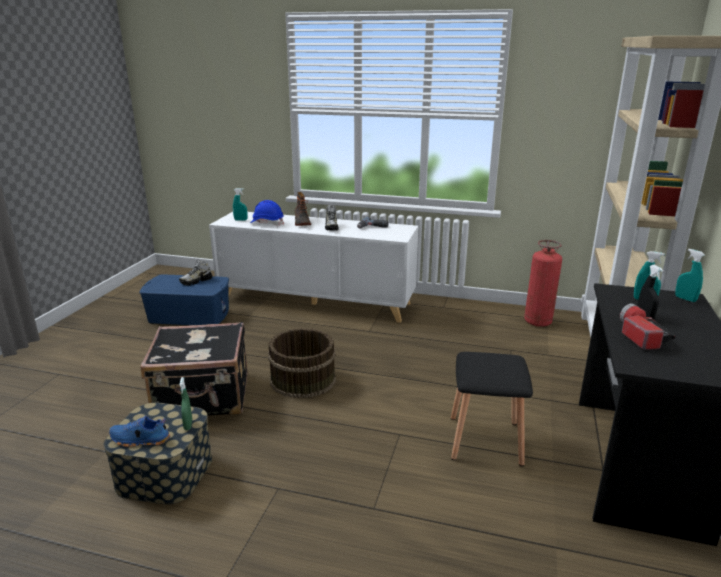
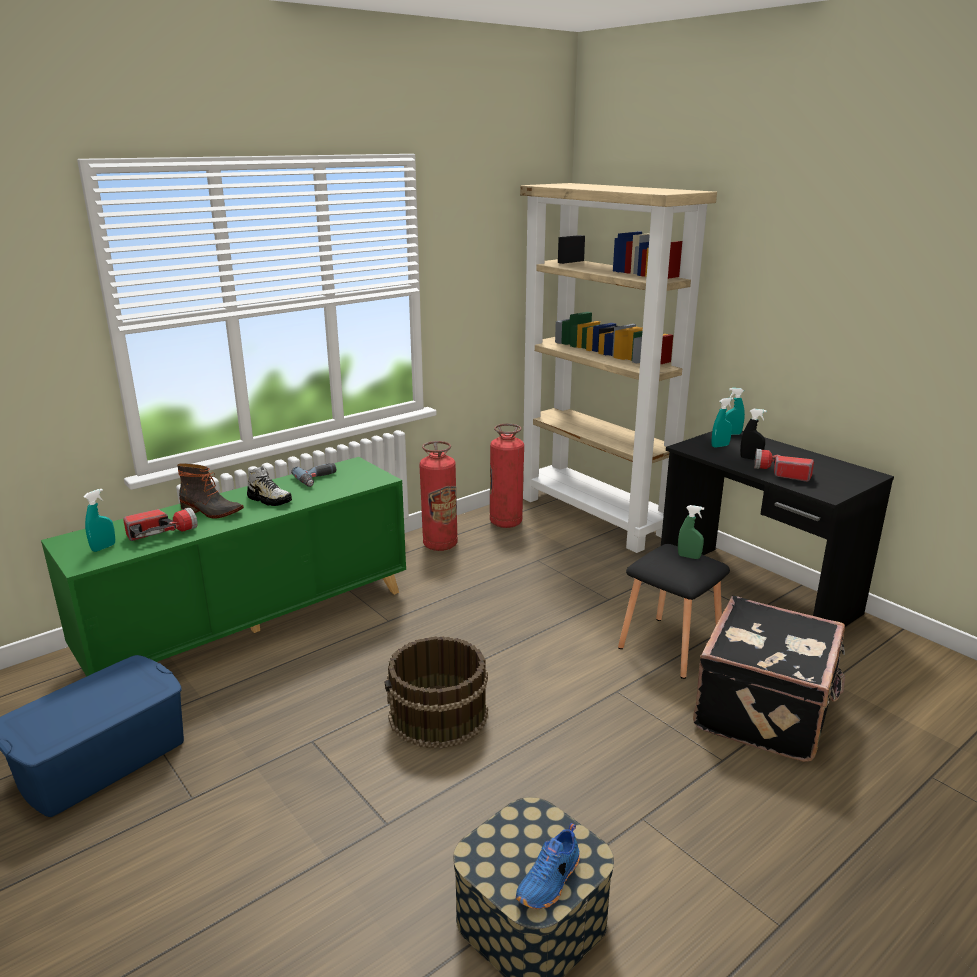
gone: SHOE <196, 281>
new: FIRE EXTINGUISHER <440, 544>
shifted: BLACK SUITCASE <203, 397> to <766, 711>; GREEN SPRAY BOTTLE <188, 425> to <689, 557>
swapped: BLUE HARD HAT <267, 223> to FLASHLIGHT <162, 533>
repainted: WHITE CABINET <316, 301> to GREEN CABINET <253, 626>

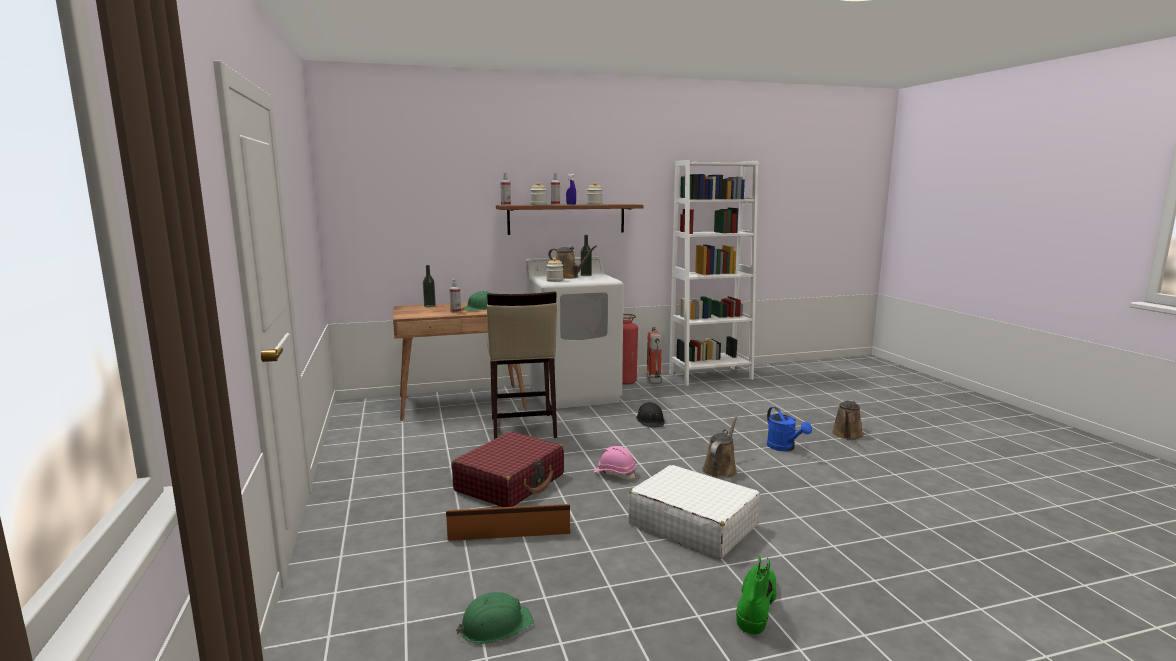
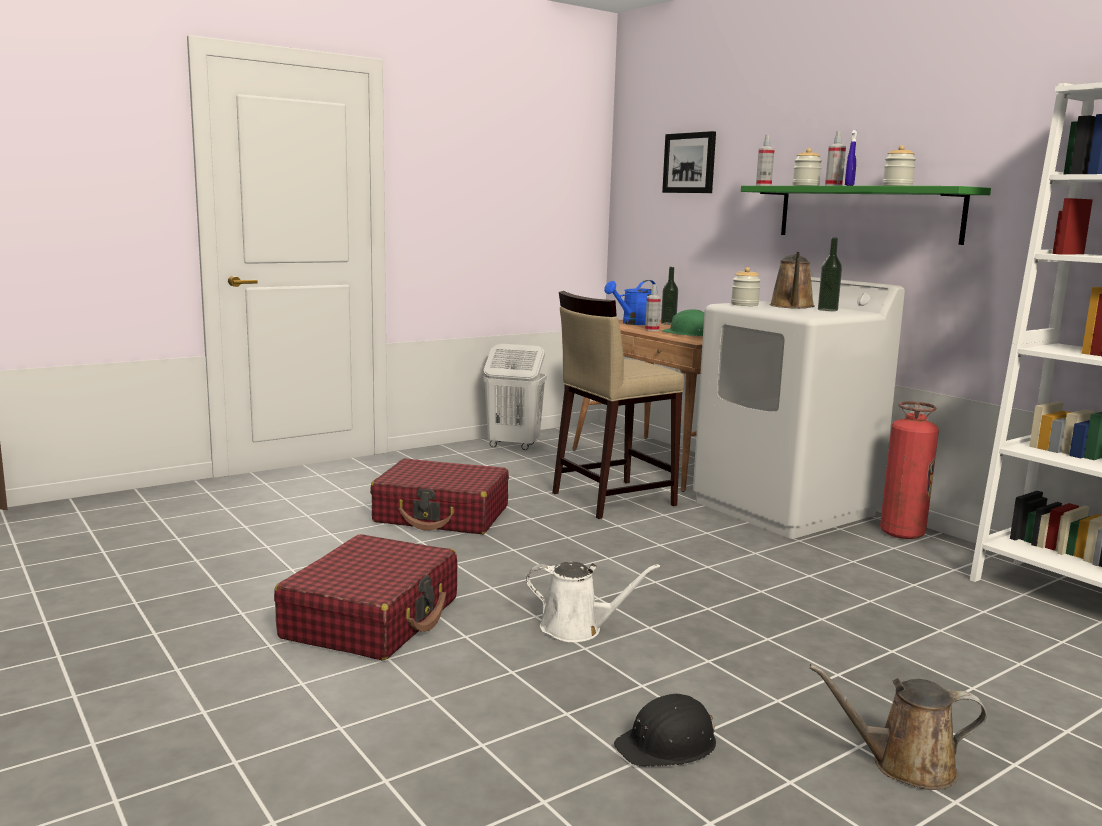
gone: BROWN STORAGE BOX <509, 529>; GREEN HARD HAT <495, 625>; PINK HARD HAT <614, 473>; FIRE EXTINGUISHER <654, 382>; GREEN BOOT <756, 603>
new: WHITE LAUNDRY BASKET <513, 445>; PICTURE <690, 163>
shifted: BLACK HARD HAT <650, 421> to <668, 744>; BLUE WATERING CAN <784, 448> to <633, 323>
repainted: BROWN SHELF <566, 219> to GREEN SHELF <867, 213>; WHITE SUITCASE <692, 525> to RED SUITCASE <372, 618>; BROWN WATERING CAN <720, 469> to WHITE WATERING CAN <577, 629>

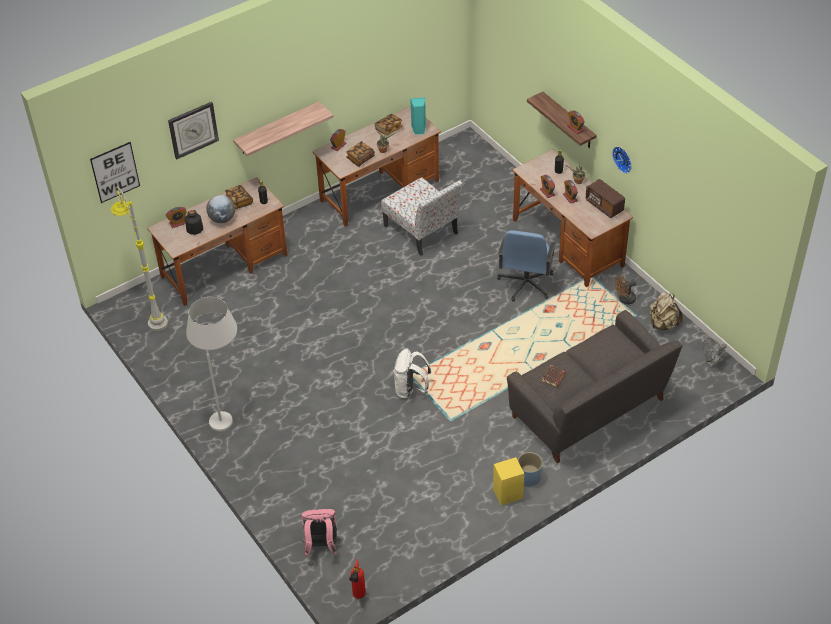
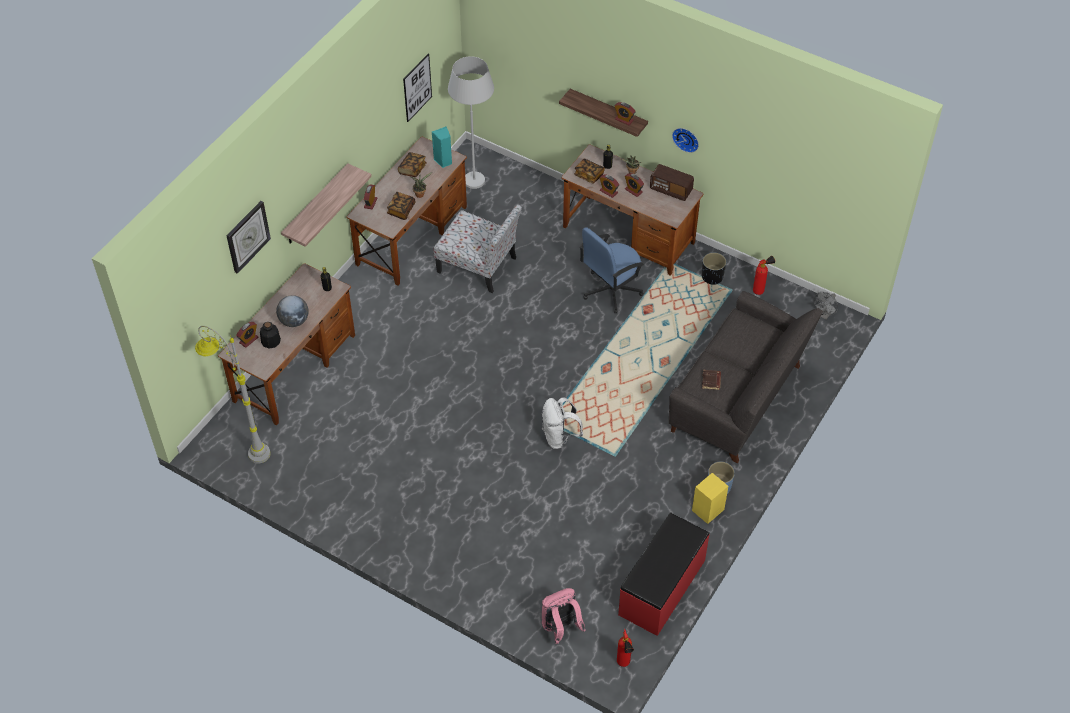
new: RED BENCH <662, 587>
shifted: PICTURE <115, 172> to <417, 87>; WHITE FLOOR LAMP <227, 412> to <474, 172>; BOOK <239, 201> to <589, 175>
swapped: BROWN FAN <624, 299> to BLACK PLANTER <712, 277>; BEIGE BACKPACK <663, 324> to FIRE EXTINGUISHER <760, 290>
rotated: BLUE OFFICE CHAIR <525, 283> = <610, 290> 60 degrees clockwise

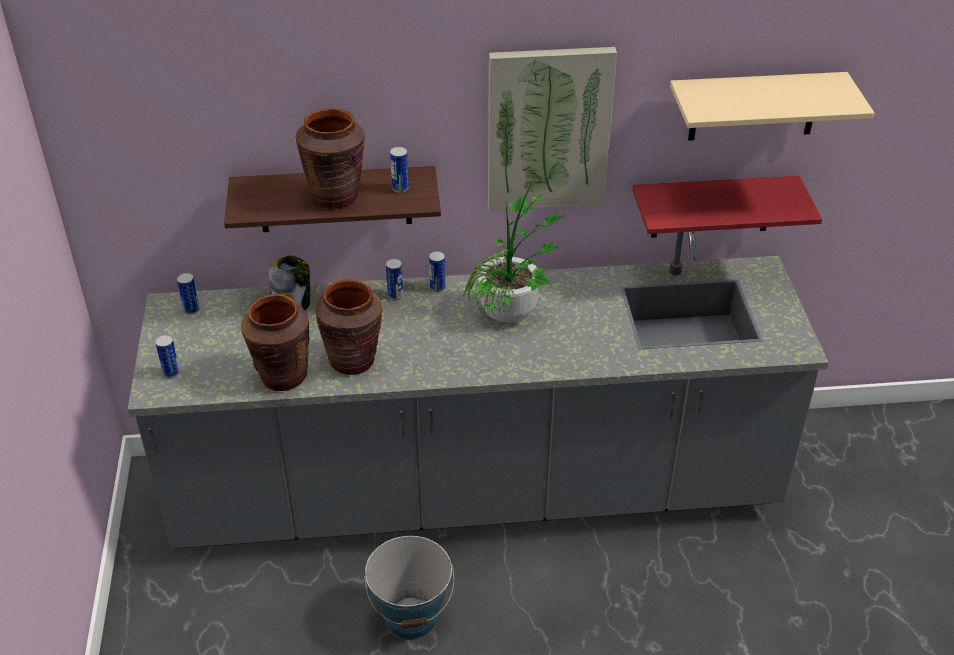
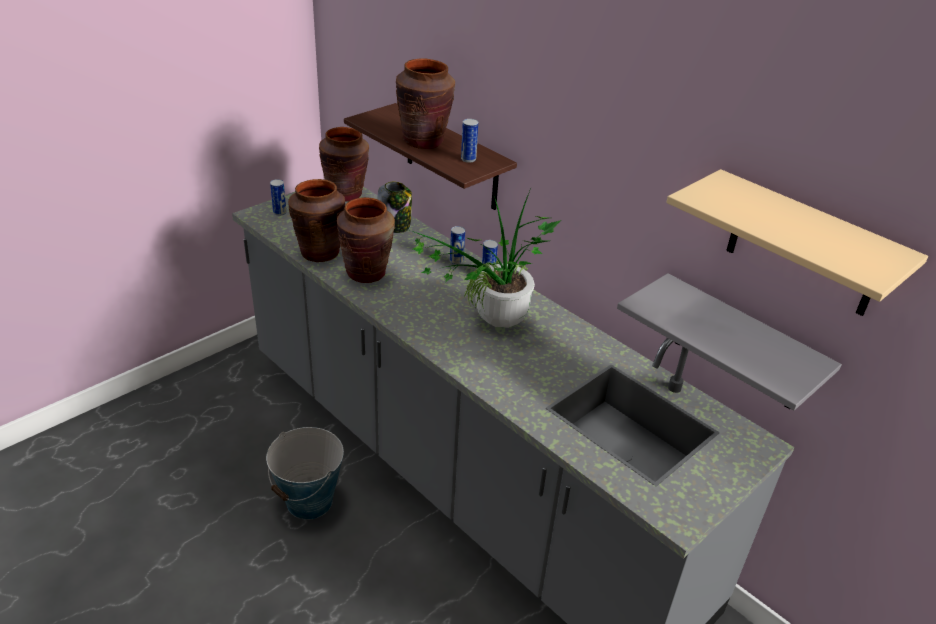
gone: PICTURE <548, 129>
swapped: CAN <191, 310> to BROWN VASE <345, 194>
repainted: RED SHELF <712, 206> to GREY SHELF <739, 345>

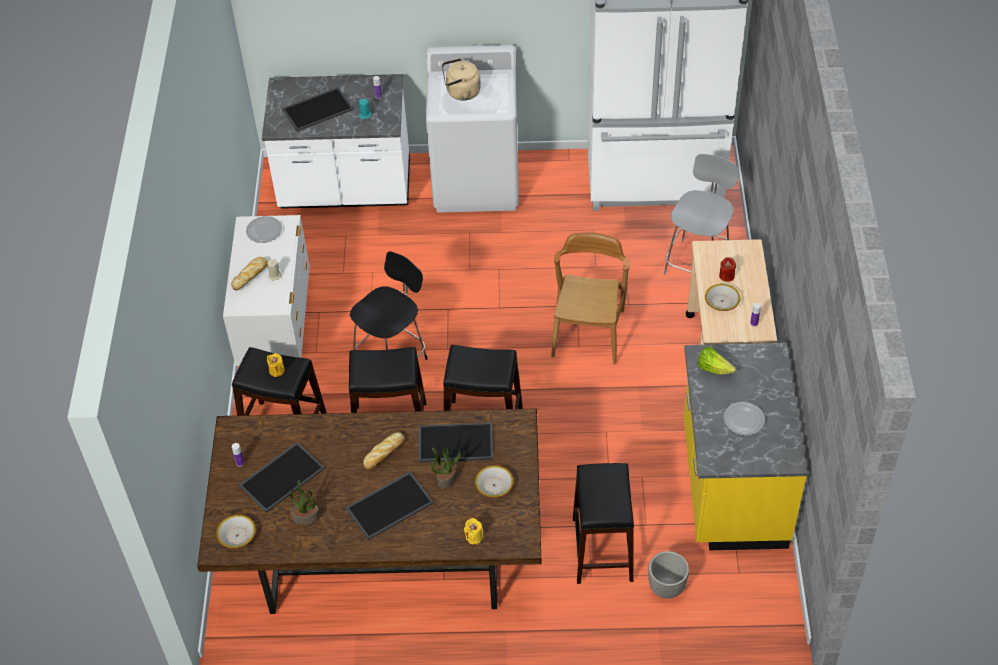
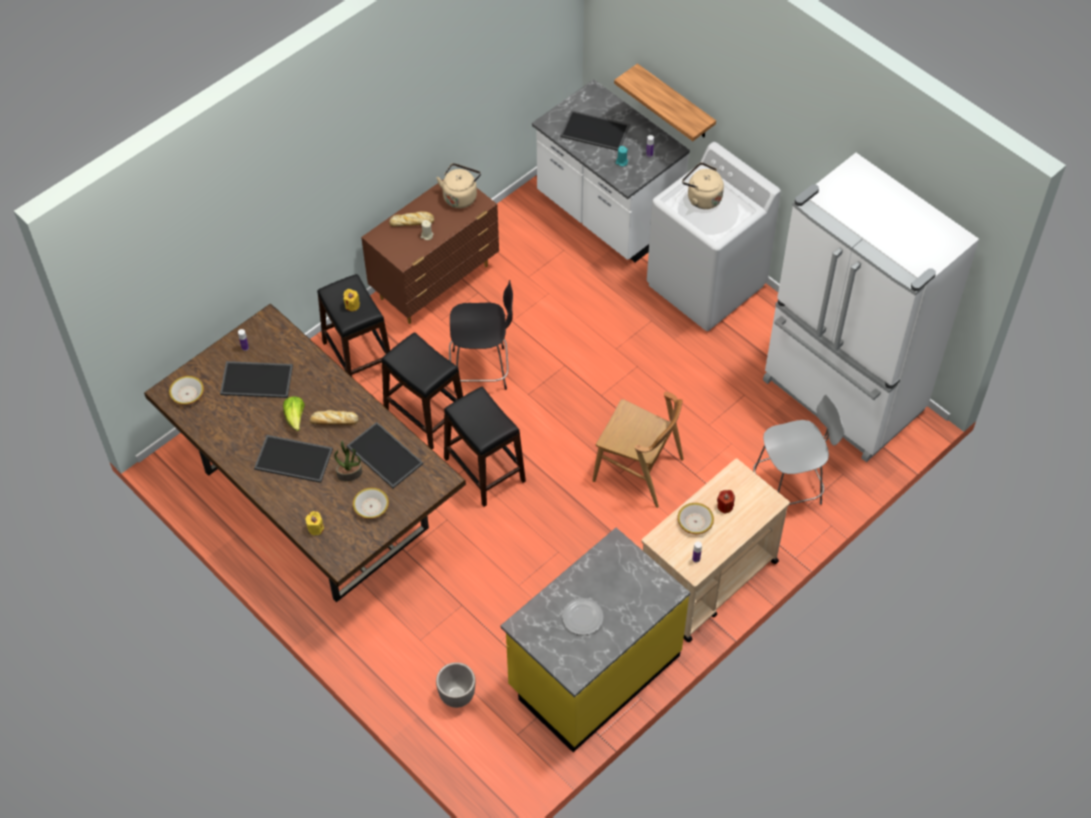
gone: POTTED PLANT <306, 517>; BLACK STOOL <603, 549>
new: SHELF <675, 103>
shifted: LETTUCE <713, 368> to <295, 418>
swapped: PLATE <264, 230> to BEIGE KETTLE <460, 196>
repainted: WHITE DRESSER <277, 330> to BROWN DRESSER <436, 282>
rotated: BROWN CHAIR <588, 333> = <638, 470> 60 degrees clockwise

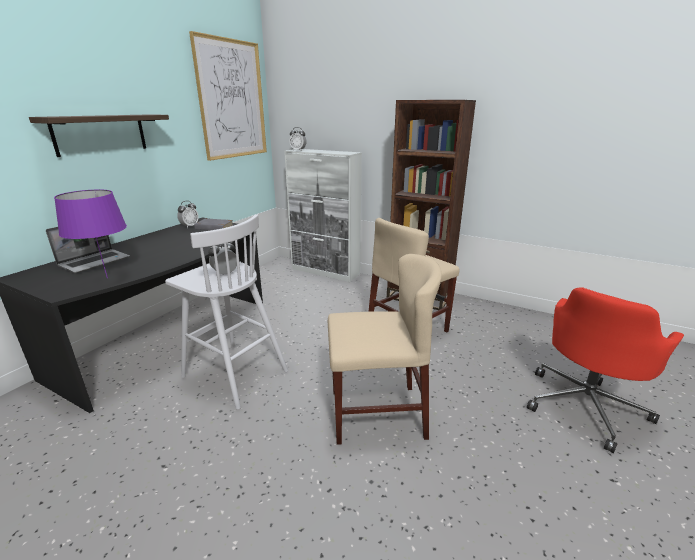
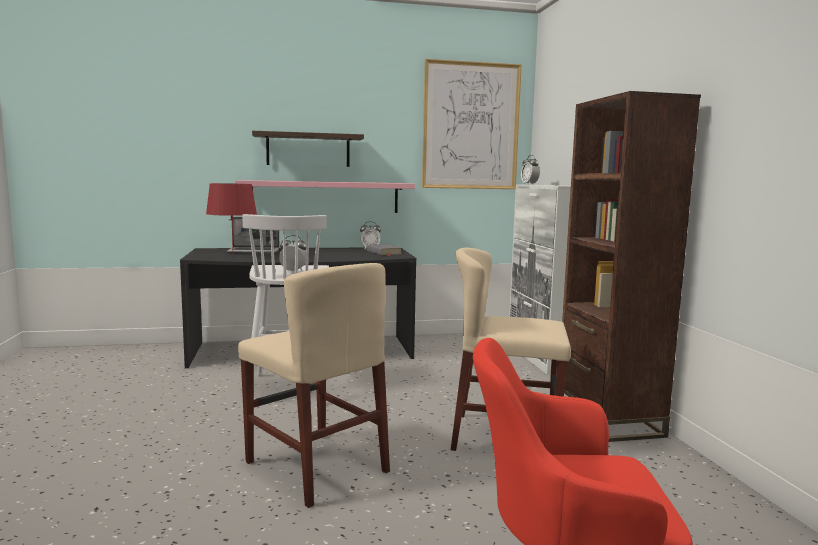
new: PINK SHELF <325, 197>
repainted: PURPLE TABLE LAMP <107, 278> to RED TABLE LAMP <233, 258>

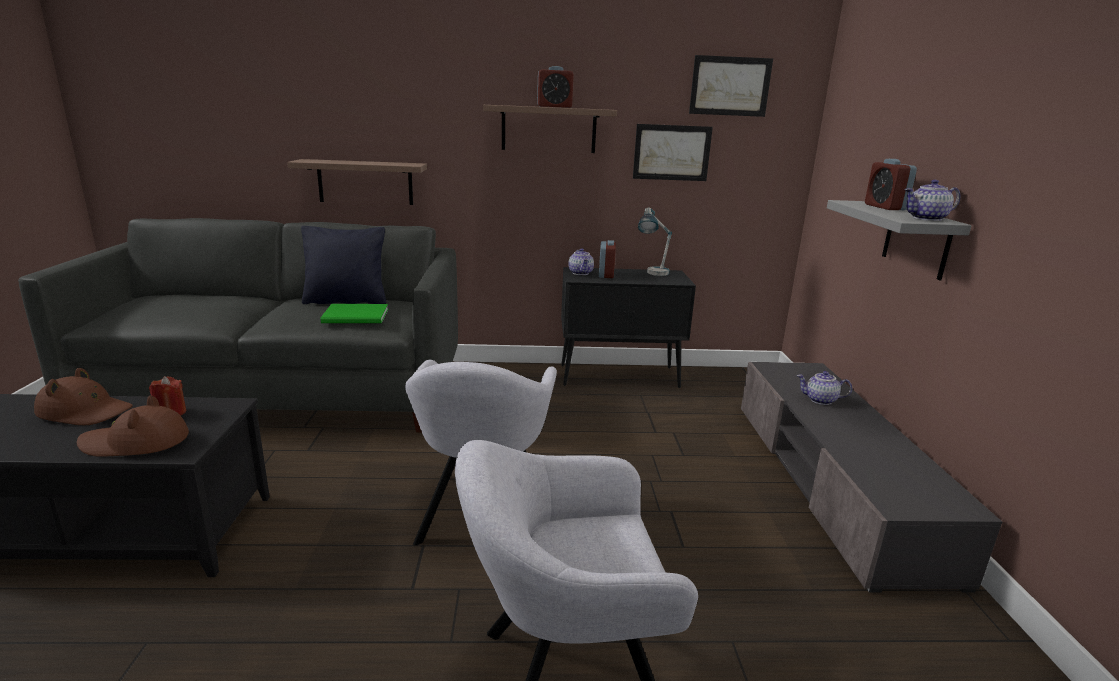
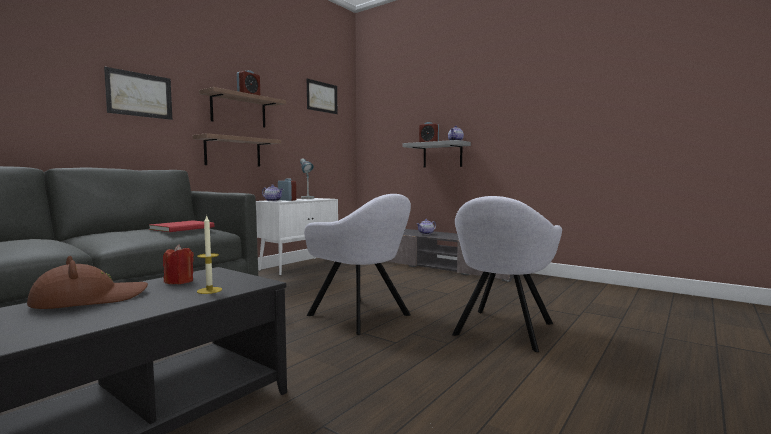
gone: BLACK PILLOW <346, 301>
shifted: SHELF <365, 182> to <233, 152>; PICTURE <671, 152> to <140, 94>
swapped: BROWN HAT <136, 442> to CANDLE <209, 290>
repainted: GREEN BOOK <357, 316> to RED BOOK <184, 228>; BLACK CABINET <620, 376> to WHITE CABINET <299, 266>

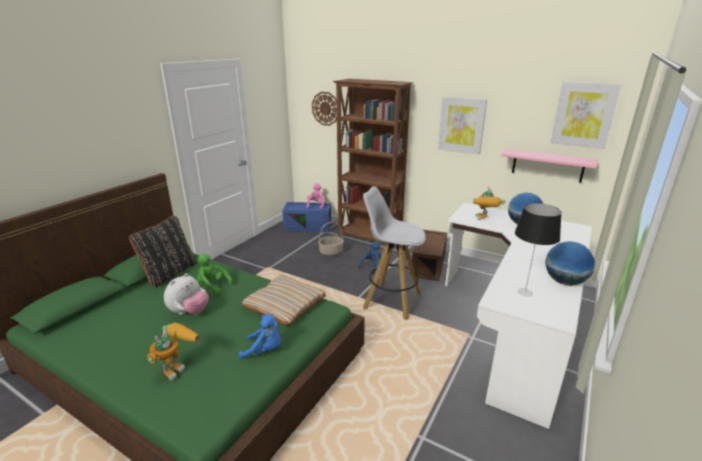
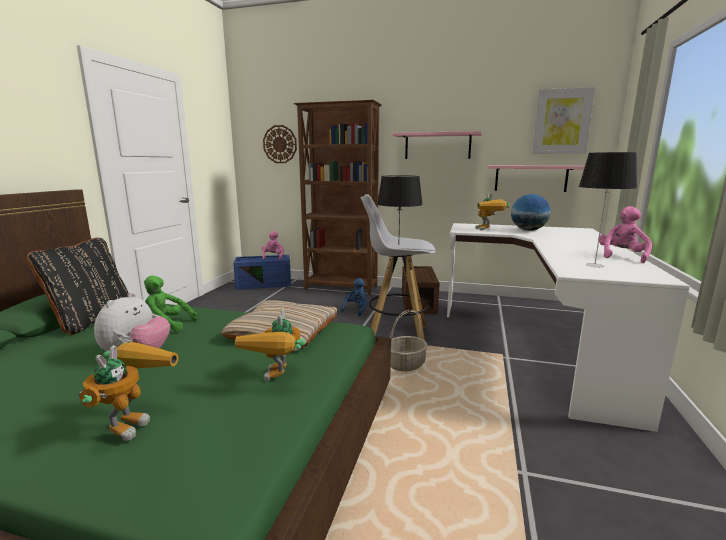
new: BLACK TABLE LAMP <398, 244>
shifted: BASKET <331, 252> to <405, 364>
swapped: BLUE PLUSH TOY <265, 350> to TOY ROBOT <279, 380>; PICTURE <461, 125> to PINK SHELF <437, 146>; GLOBE <564, 282> to PINK PLUSH TOY <621, 256>

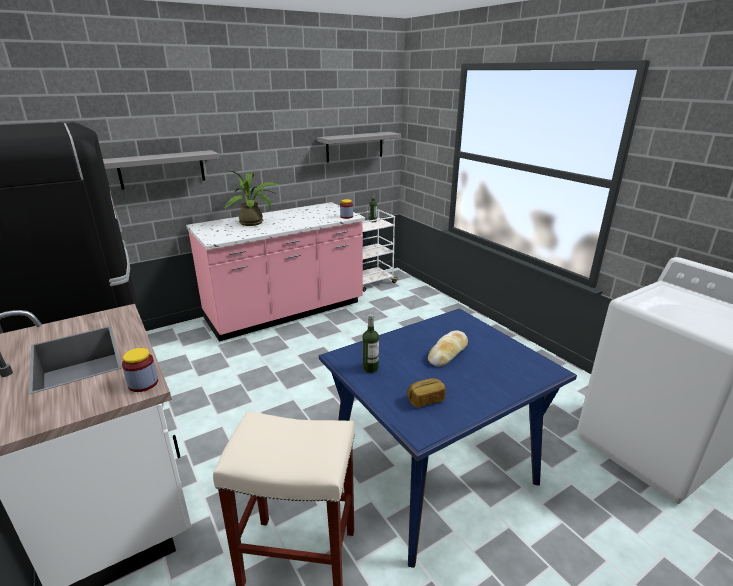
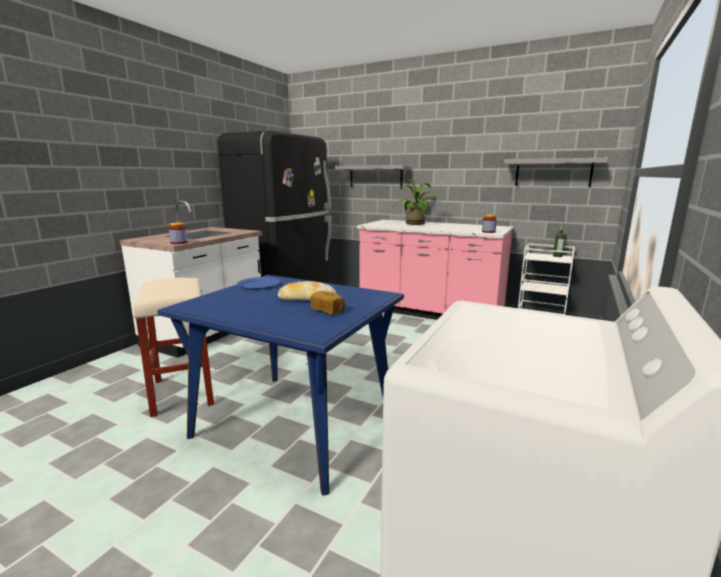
shifted: BREAD <425, 399> to <328, 310>
swapped: BOTTLE <370, 368> to BLUE PLATE <259, 285>

